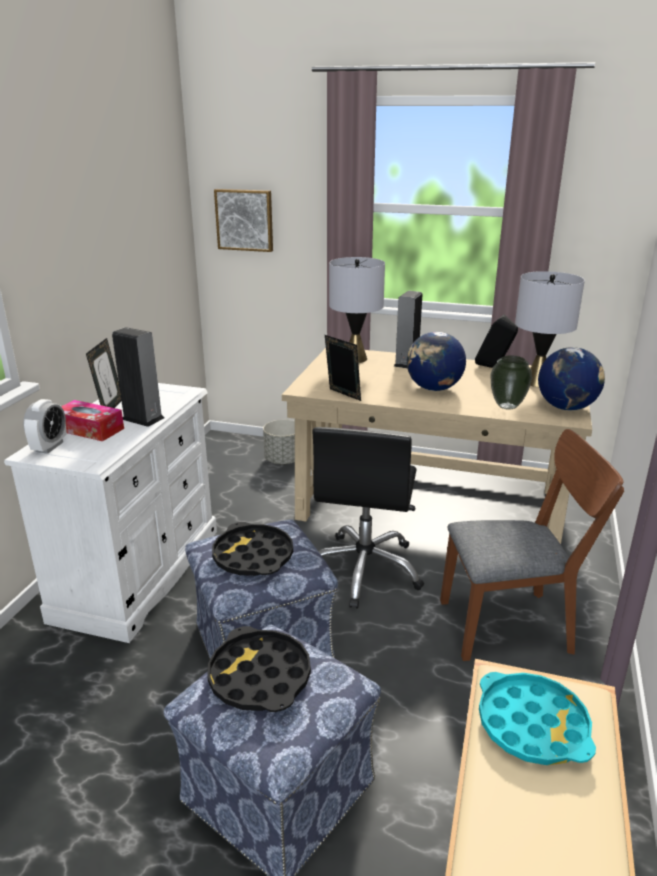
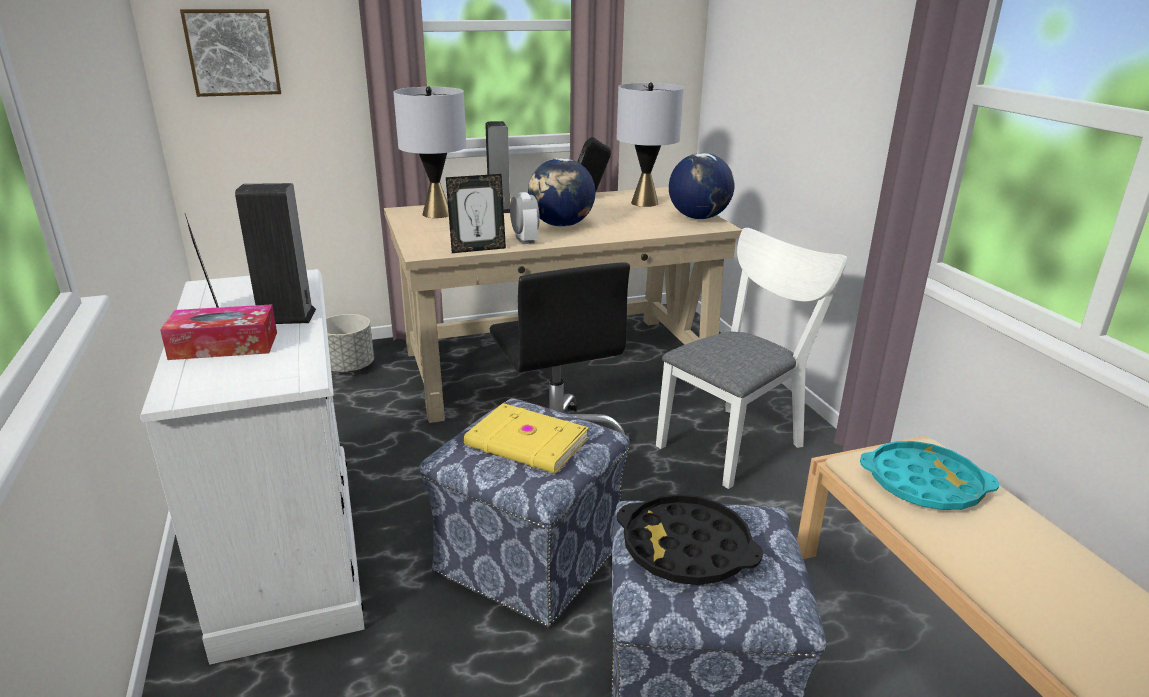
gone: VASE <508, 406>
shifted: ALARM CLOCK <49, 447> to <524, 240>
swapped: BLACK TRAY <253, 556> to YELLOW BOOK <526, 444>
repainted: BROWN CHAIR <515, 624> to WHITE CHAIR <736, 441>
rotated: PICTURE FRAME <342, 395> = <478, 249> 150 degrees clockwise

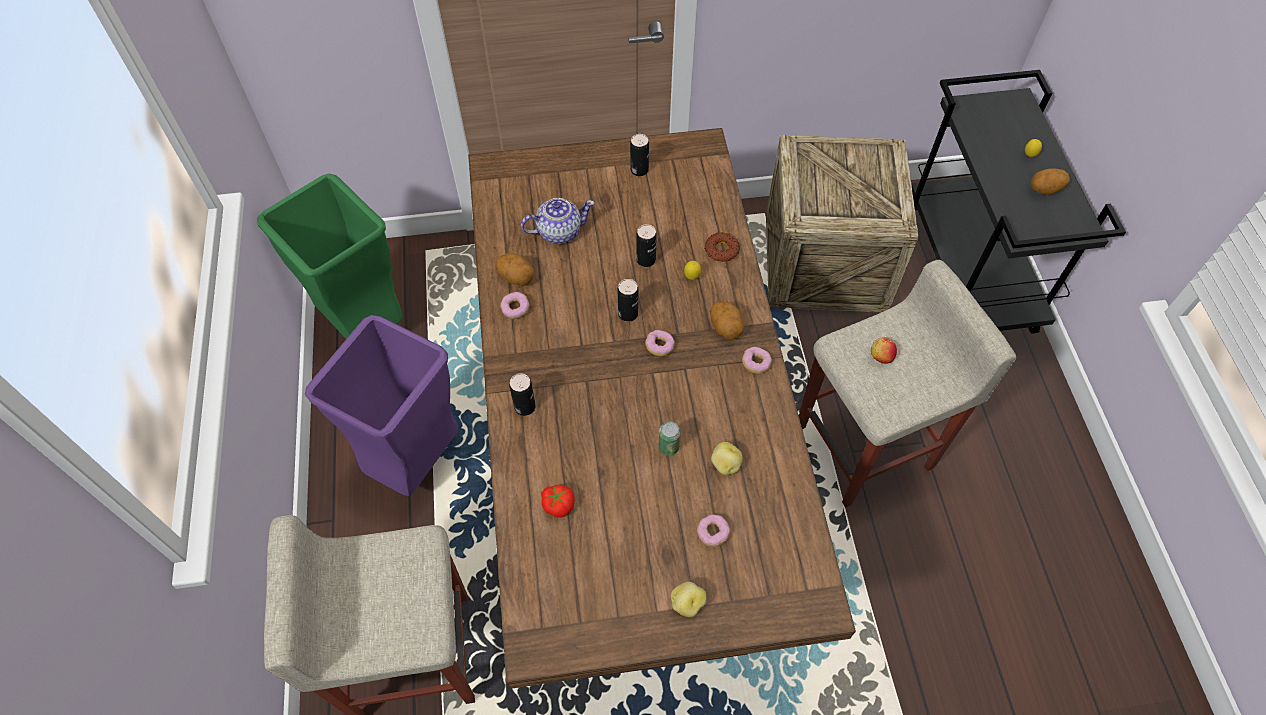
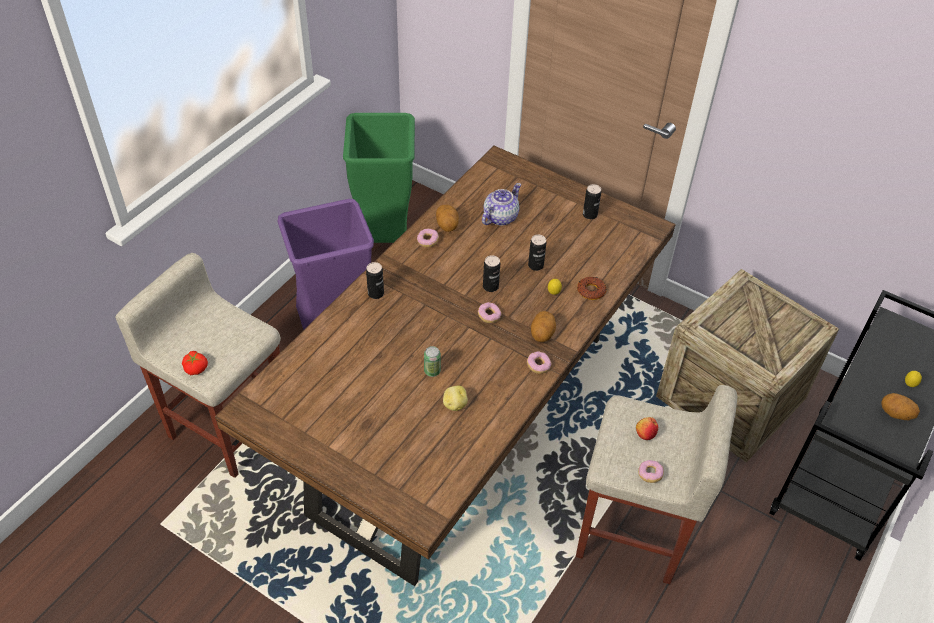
gone: POTATO <687, 603>
shifted: TOMATO <558, 504> to <196, 368>; DONUT <713, 533> to <650, 474>
rotated: TEAPOT <558, 231> = <500, 217> 75 degrees counterclockwise

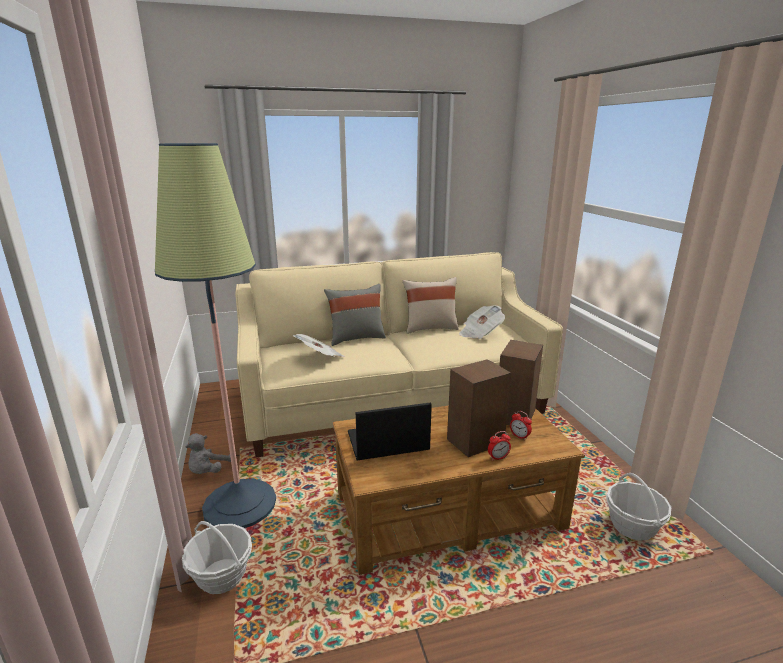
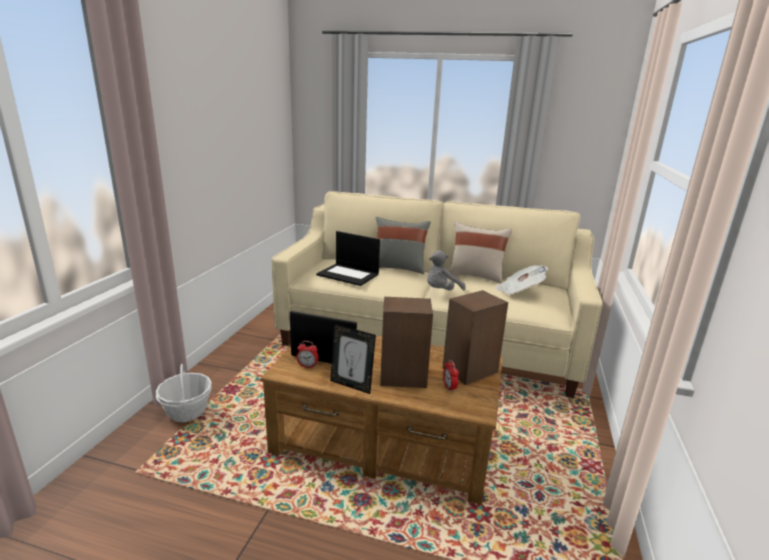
gone: FLOOR LAMP <240, 505>; BASKET <632, 527>
new: PICTURE FRAME <351, 385>
shifted: GREY PLUSH TOY <208, 471> to <441, 291>; ALARM CLOCK <498, 457> to <307, 366>
swapped: NEWSPAPER <320, 357> to LAPTOP <349, 274>

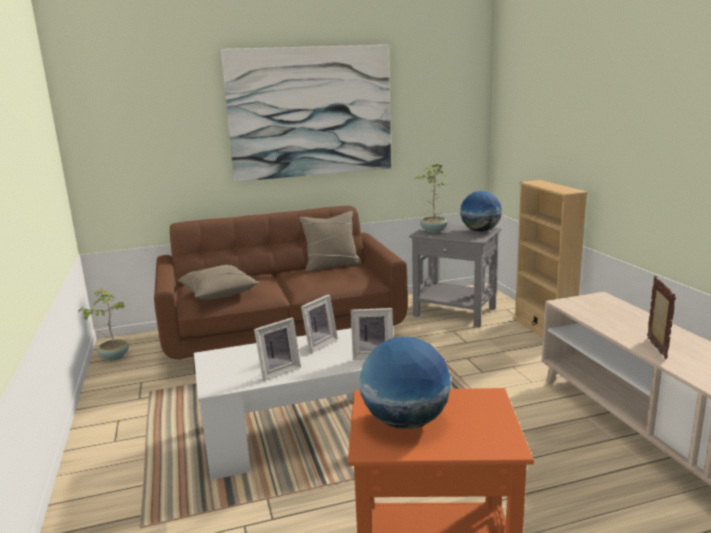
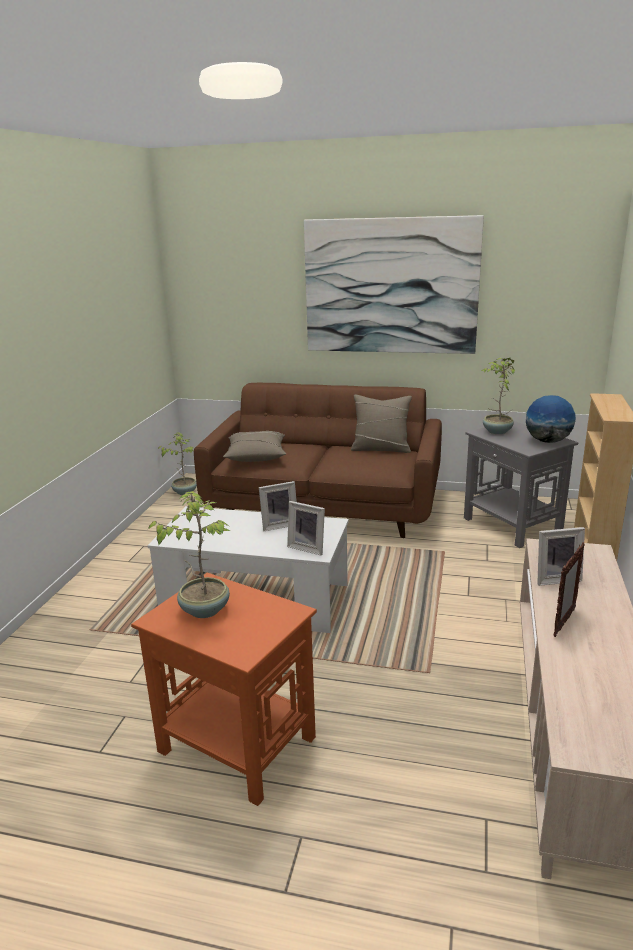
shifted: PICTURE FRAME <278, 371> to <555, 578>
swapped: GLOBE <405, 421> to POTTED PLANT <204, 609>

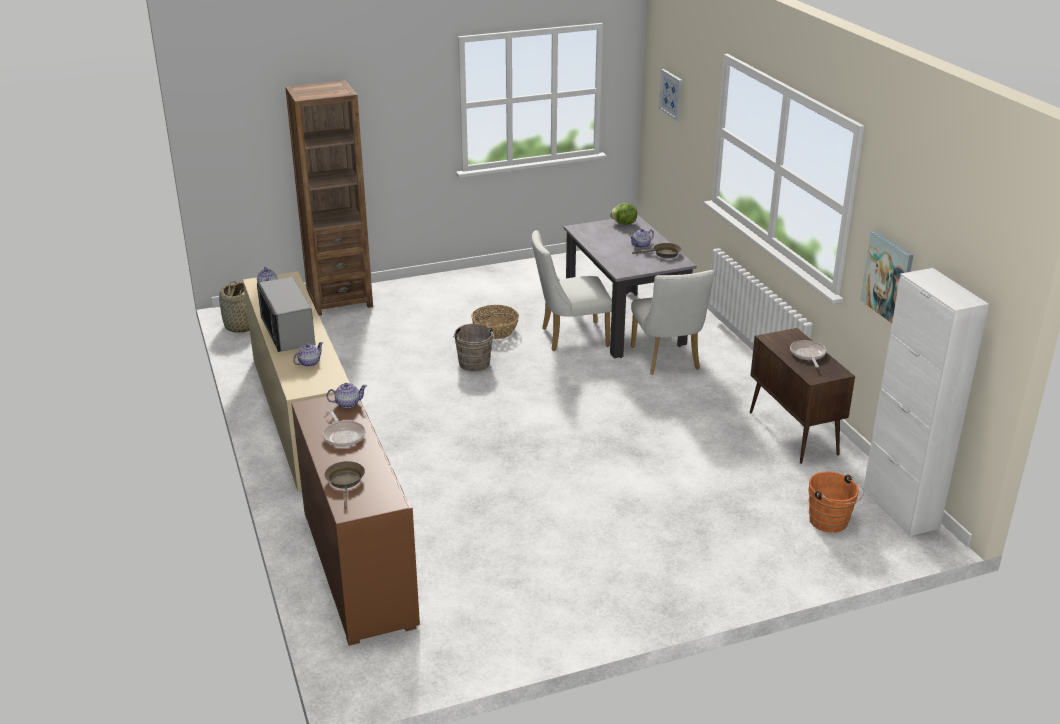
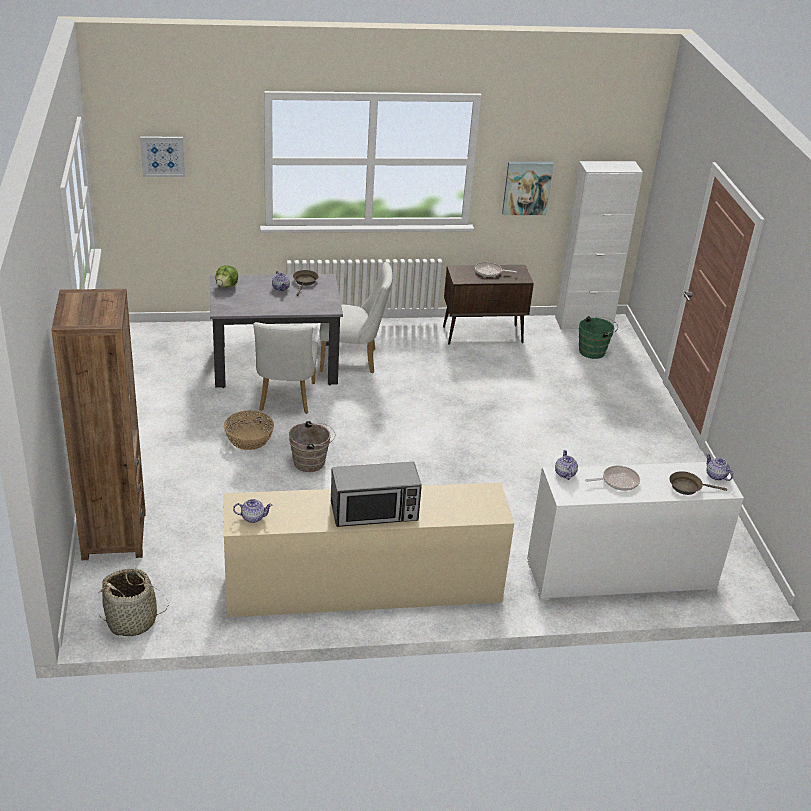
shifted: TEAPOT <309, 363> to <716, 476>
repainted: BROWN CABINET <358, 567> to WHITE CABINET <620, 575>; ORANGE BUCKET <830, 522> to GREEN BUCKET <594, 351>

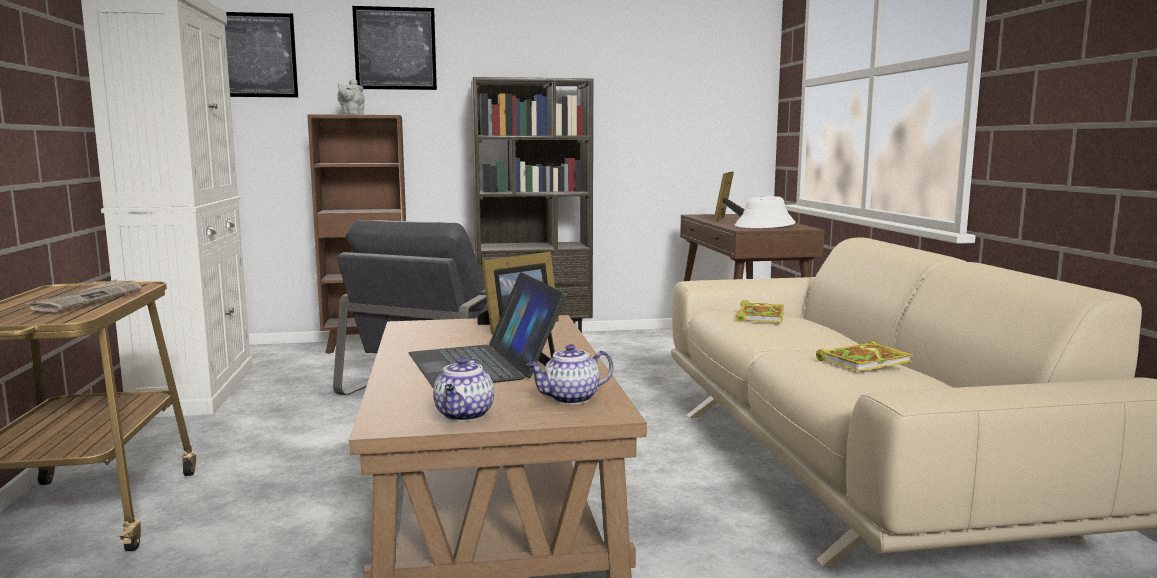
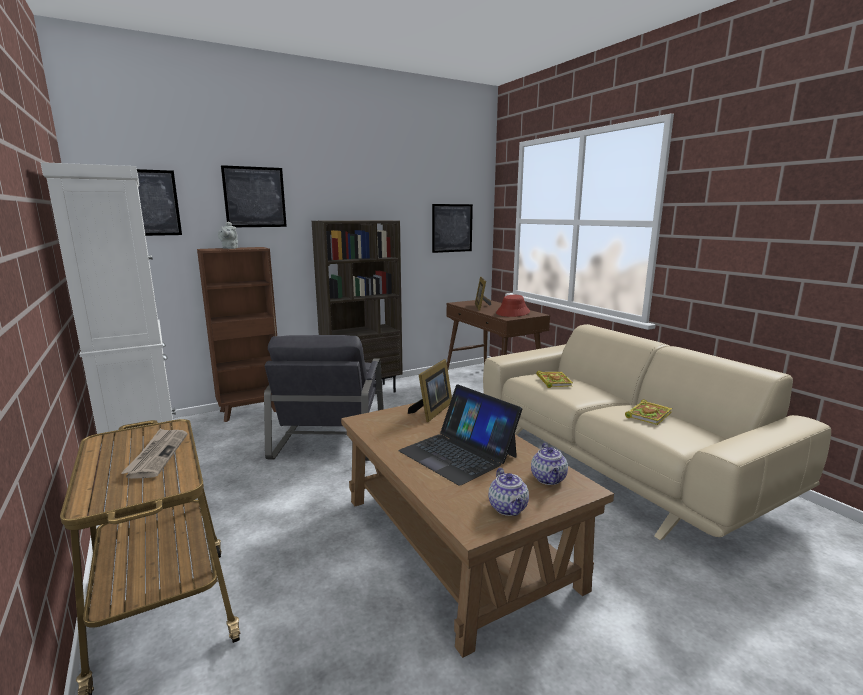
new: PICTURE <452, 228>
repainted: WHITE HAT <765, 225> to RED HAT <513, 313>
rotated: TEAPOT <570, 398> = <549, 479> 45 degrees counterclockwise

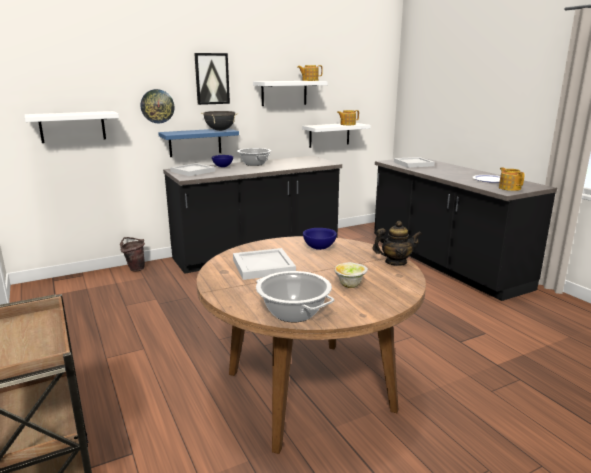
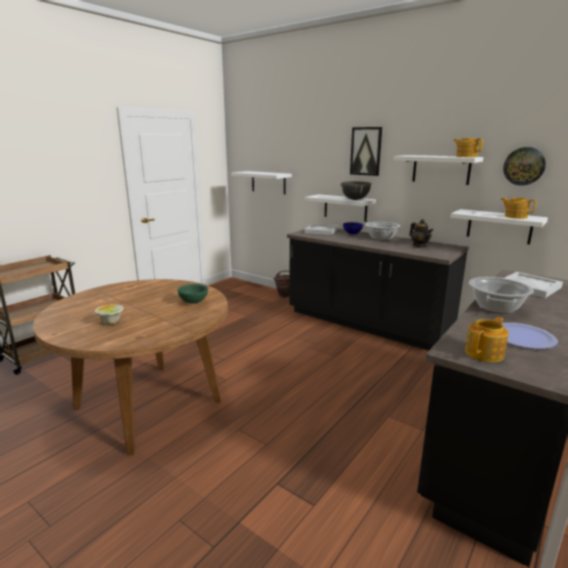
gone: WHITE TRAY <262, 266>
shifted: WALL CLOCK <157, 106> to <524, 166>; COOKING POT <293, 312> to <496, 307>; TEAPOT <395, 262> to <419, 246>
repainted: BLUE SHELF <195, 142> to WHITE SHELF <345, 208>; BLUE BOWL <319, 248> to GREEN BOWL <193, 302>

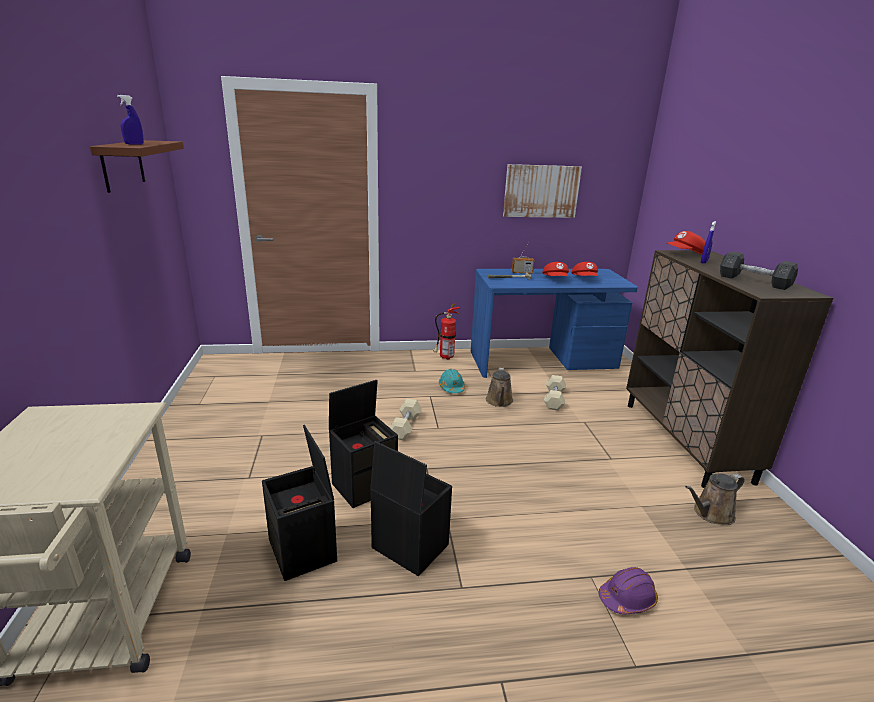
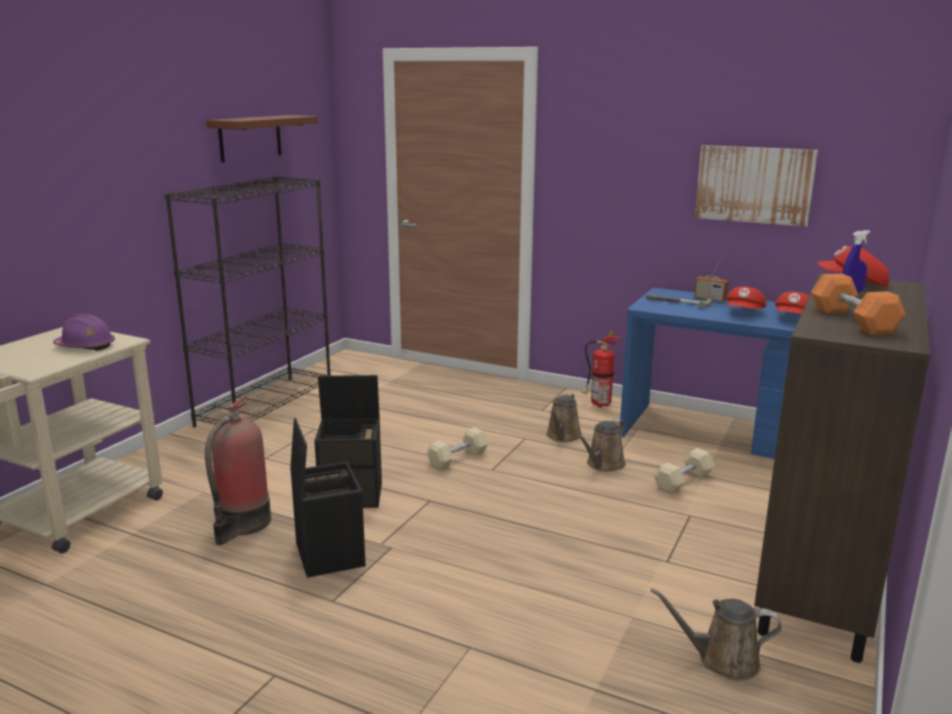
gone: BLUE SPRAY BOTTLE <134, 144>
new: BLACK BOOKCASE <266, 405>
shifted: PURPLE HARD HAT <627, 598> to <86, 347>
swapped: BLACK STORAGE BOX <304, 551> to FIRE EXTINGUISHER <242, 524>; TURQUOISE HARD HAT <451, 387> to BROWN WATERING CAN <562, 436>
repainted: GREY DUMBBELL <754, 281> to ORANGE DUMBBELL <853, 321>

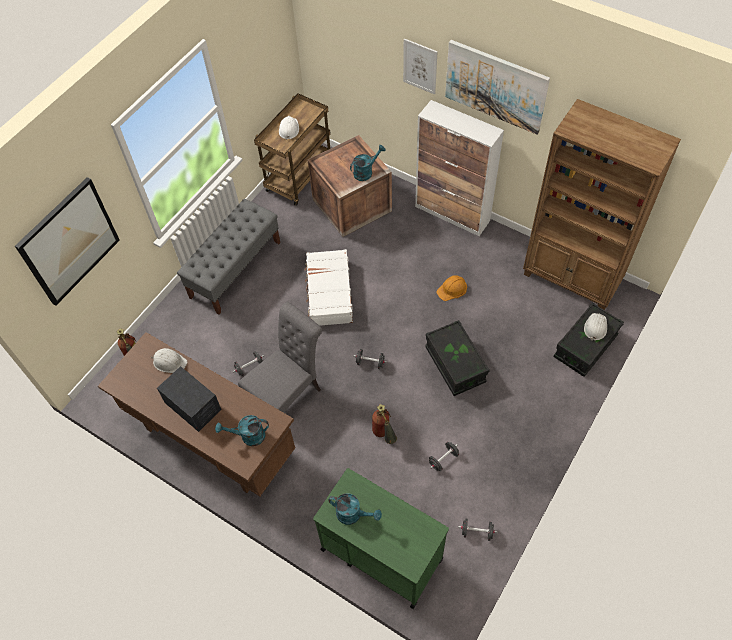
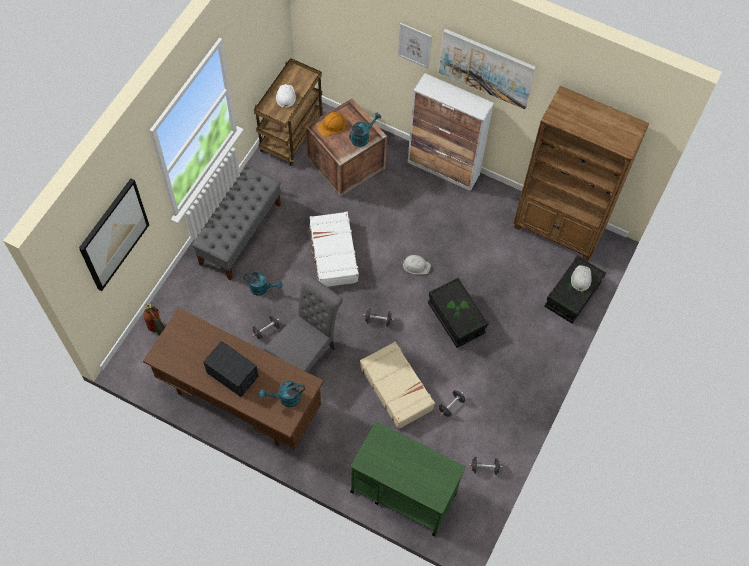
shifted: WHITE HARD HAT <169, 362> to <416, 266>; TURQUOISE WATERING CAN <353, 514> to <262, 288>; ORANGE HARD HAT <452, 289> to <332, 125>
swapped: FIRE EXTINGUISHER <384, 436> to BEIGE SUITCASE <396, 388>

